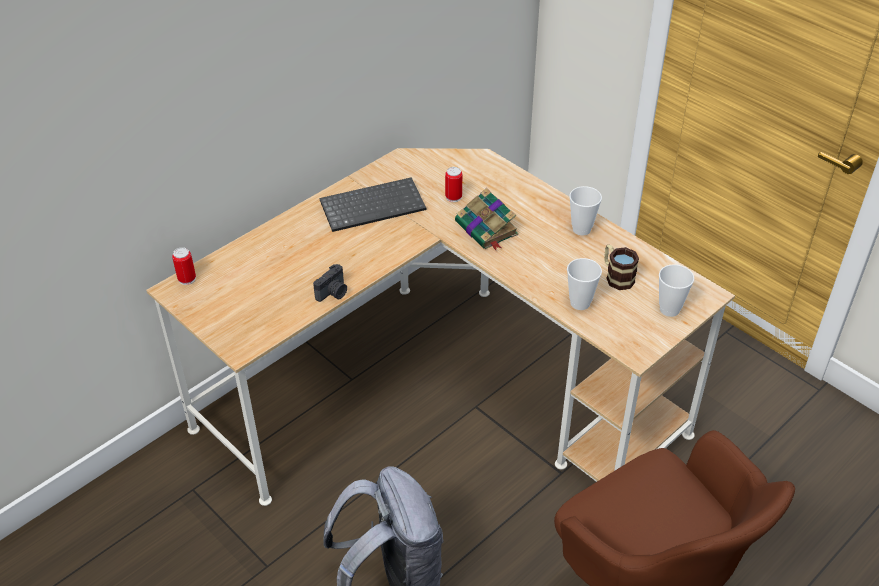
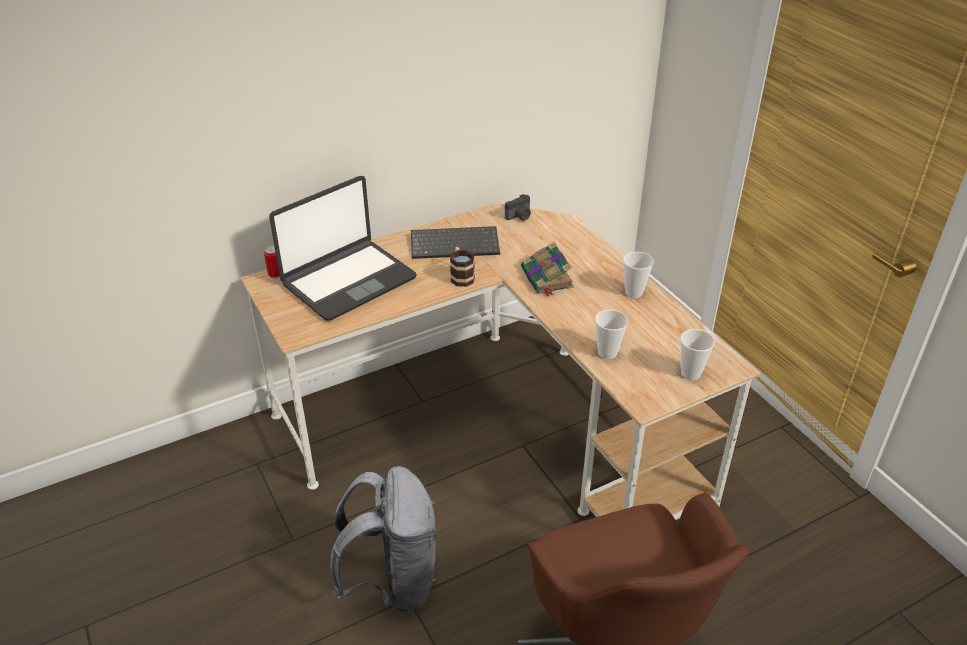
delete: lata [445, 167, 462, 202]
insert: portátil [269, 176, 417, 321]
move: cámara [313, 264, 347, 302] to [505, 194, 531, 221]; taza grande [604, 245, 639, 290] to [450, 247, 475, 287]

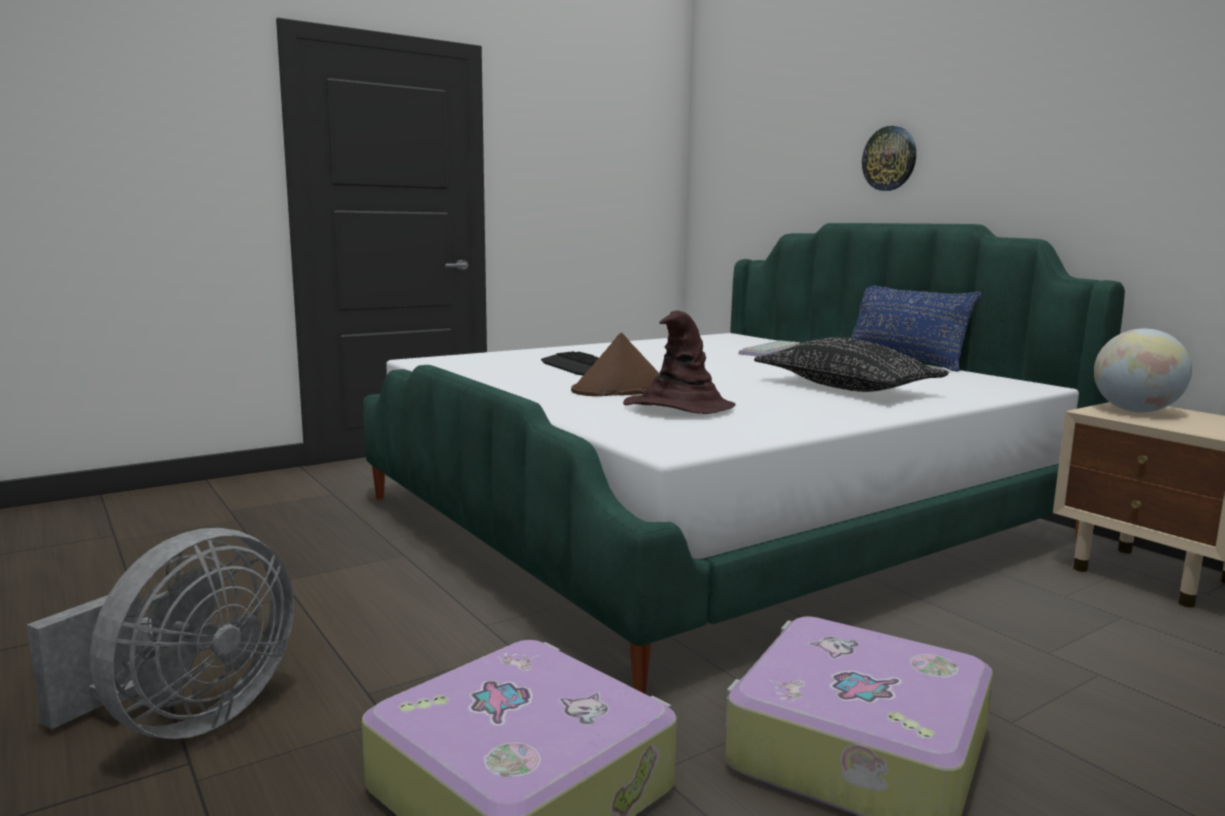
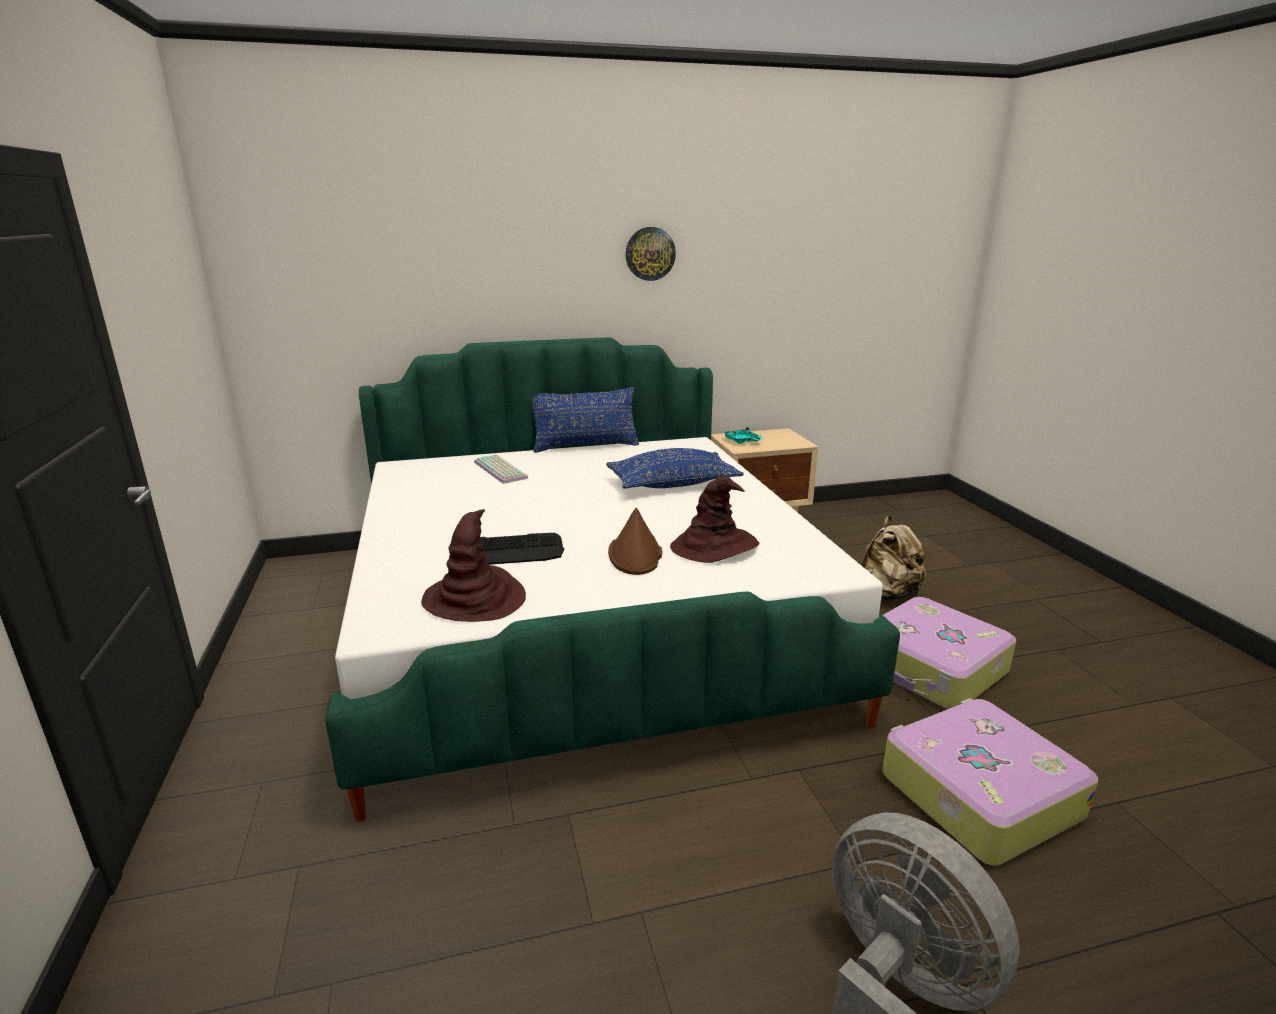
insert: sombrero (marrón) [421, 509, 526, 622]; mochila (beis) [861, 516, 927, 600]
move: reloj de pared [862, 126, 916, 191] to [626, 227, 676, 281]
replace: globo terráqueo [1094, 329, 1192, 413] to bandeja (turquesa) [723, 427, 763, 444]
recolor: cojín (negro) [754, 338, 949, 392] to cojín (azul) [606, 448, 744, 488]

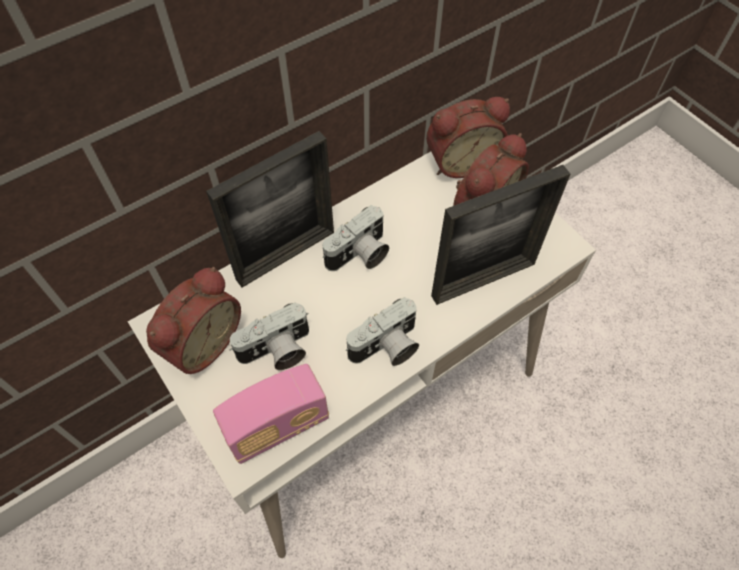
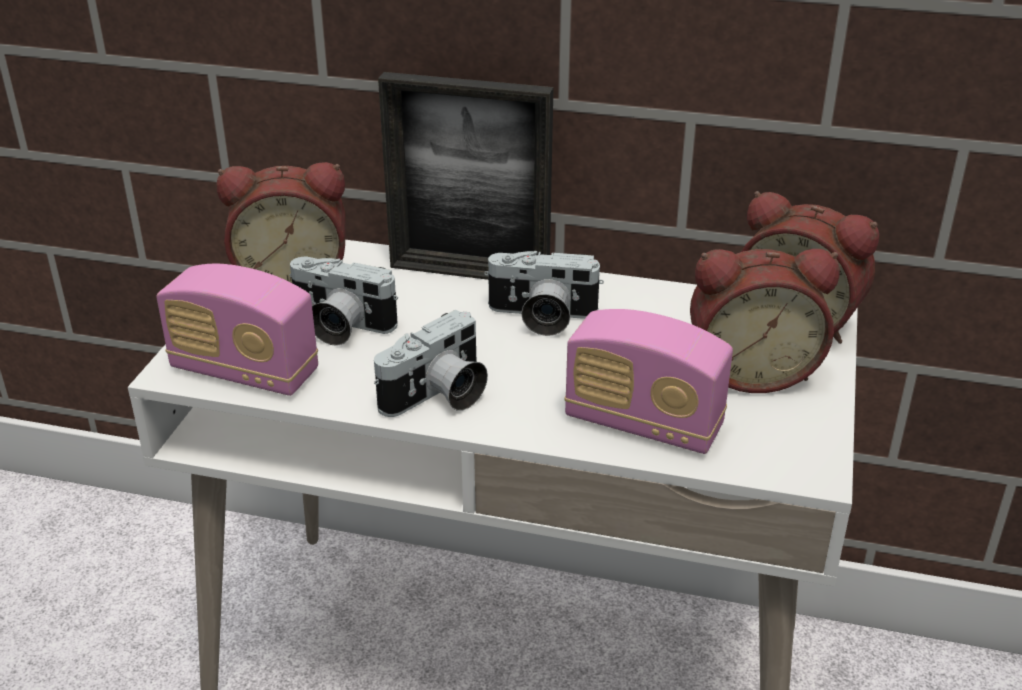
replace: portarretratos [431, 165, 570, 305] to radio [564, 309, 733, 454]
rotate: cámara [346, 297, 419, 366] = [374, 310, 488, 417] 60 degrees counterclockwise

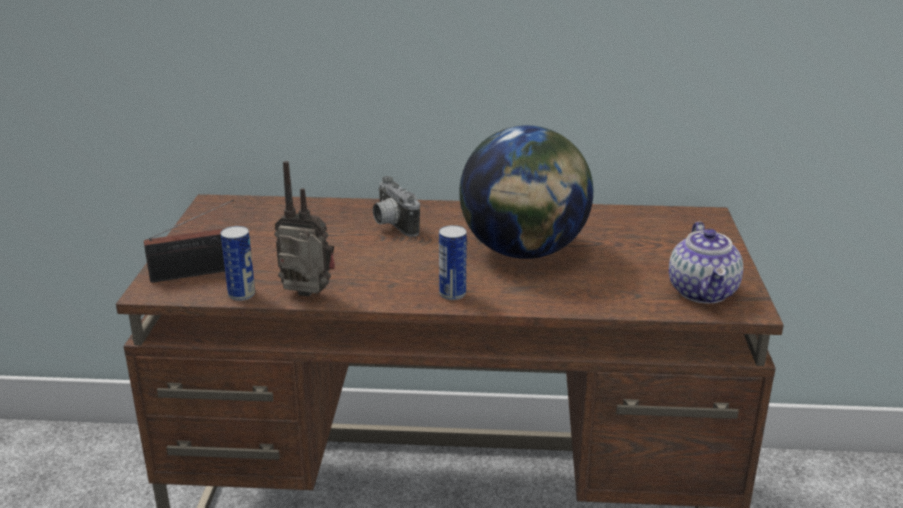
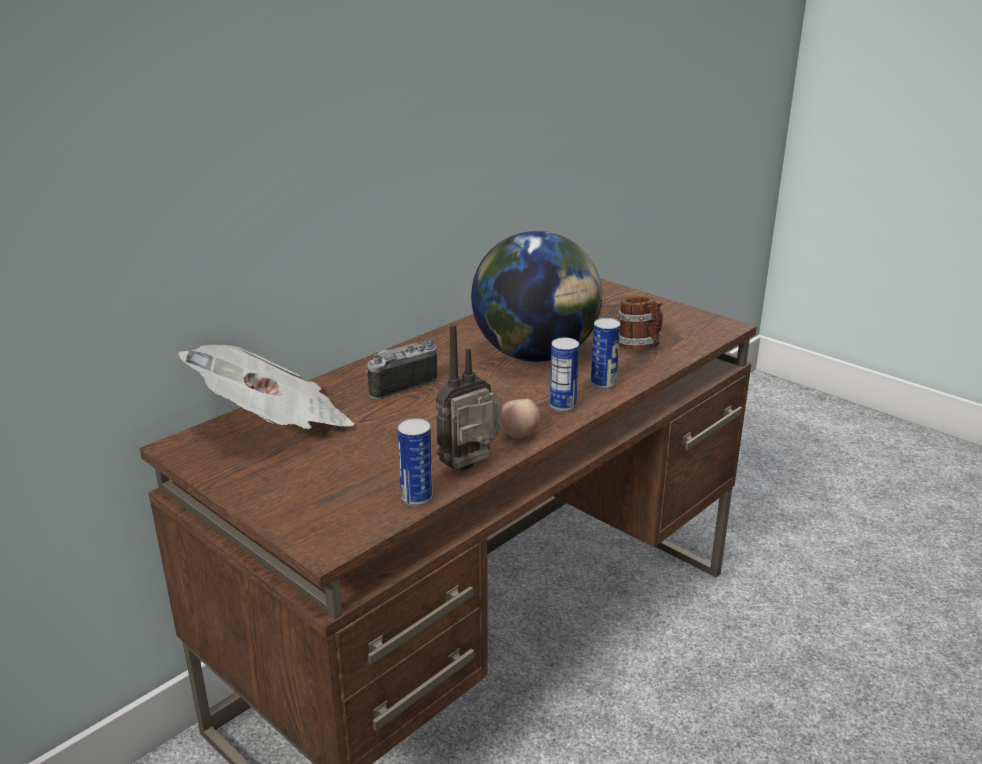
delete: radio [144, 200, 234, 283]; tetera [669, 222, 743, 303]
insert: periódico [178, 345, 355, 429]; manzana [501, 399, 540, 439]; lata [591, 318, 620, 390]; taza grande [618, 296, 663, 350]
rotate: cámara [373, 176, 420, 237] = [365, 339, 437, 400] 135 degrees clockwise

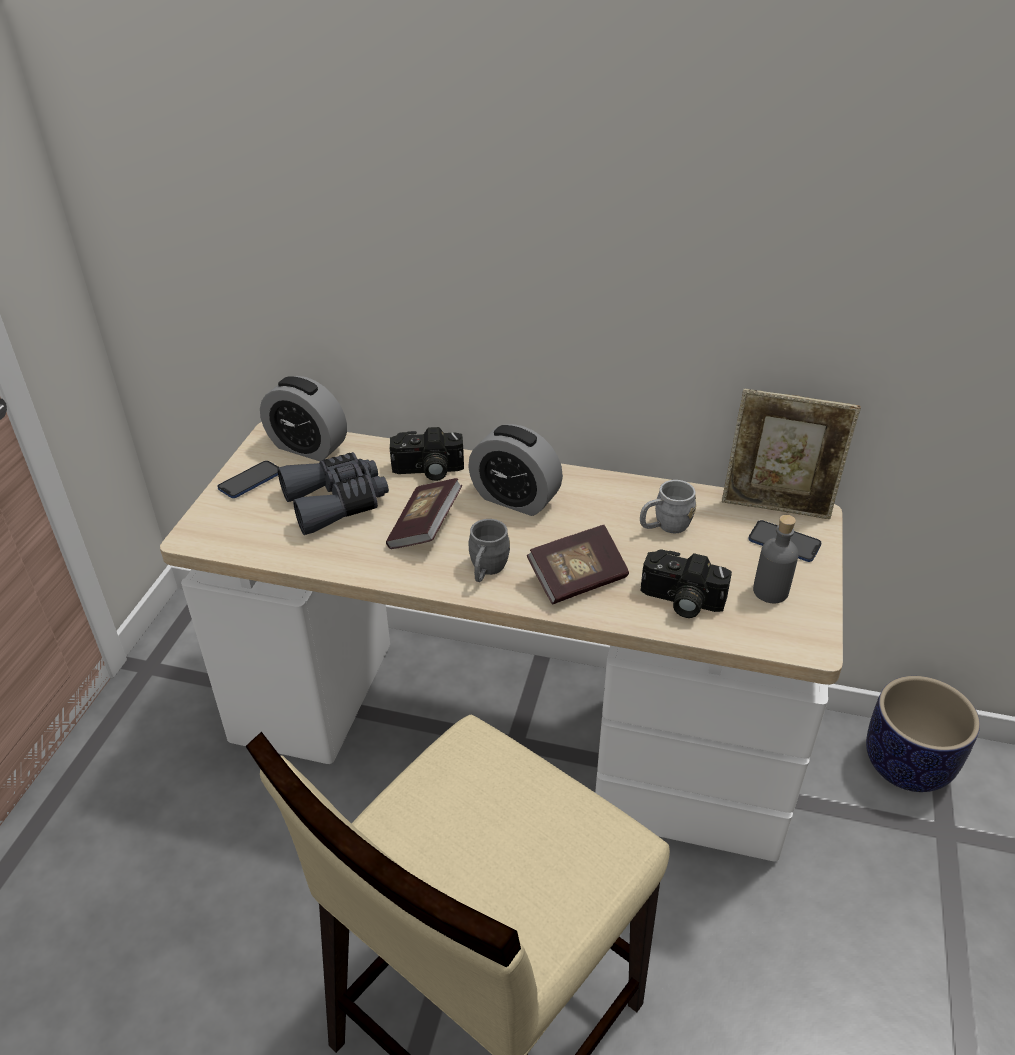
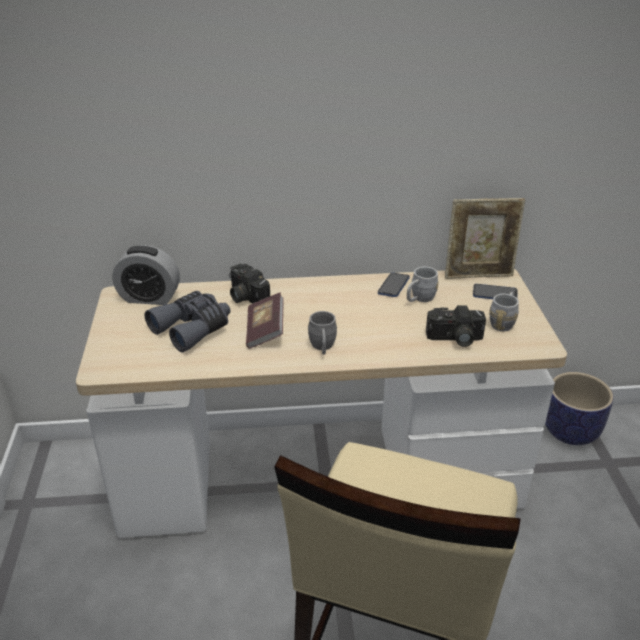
delete: despertador [468, 424, 563, 516]; libro [527, 525, 629, 604]
move: móvil [217, 461, 279, 498] to [378, 273, 410, 297]
replace: botella (gris) [753, 515, 799, 603] to taza grande (gris) [489, 292, 519, 331]
rotate: cámara [389, 427, 464, 481] = [229, 264, 270, 304] 75 degrees clockwise

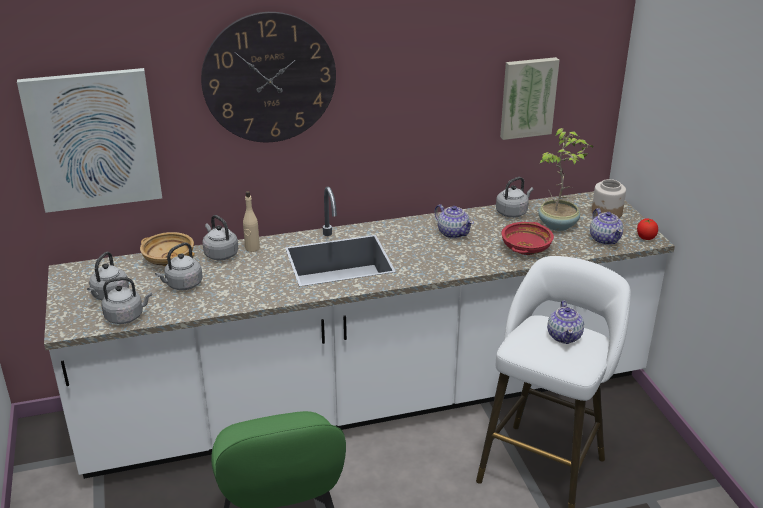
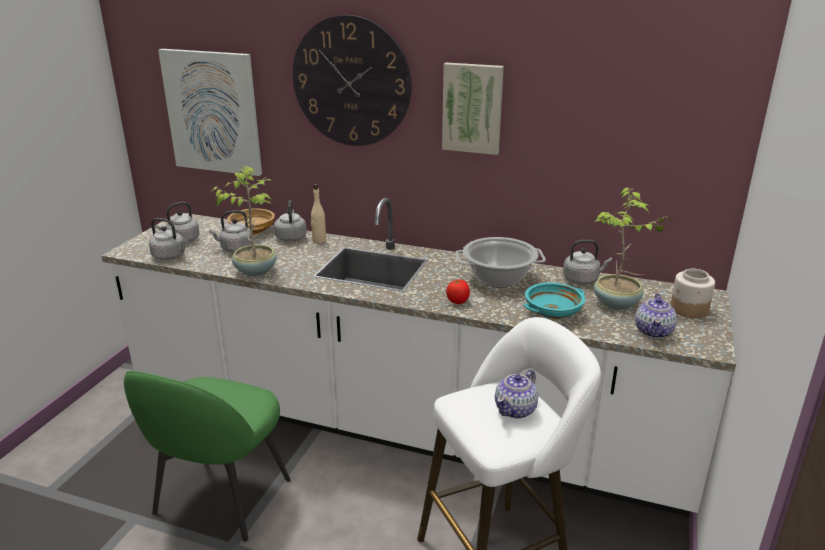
insert: planta en maceta [212, 166, 277, 276]
move: cuadro [500, 57, 560, 140] to [442, 62, 504, 155]; tomate [637, 218, 658, 240] to [446, 279, 470, 304]
replace: tetera [434, 204, 474, 239] to olla [455, 237, 546, 288]
recolor: cuenco (rojo) [501, 222, 554, 255] to cuenco (turquesa) [524, 282, 585, 319]

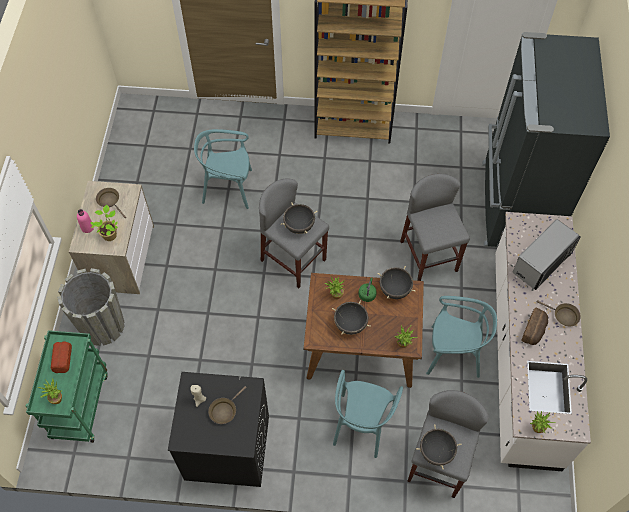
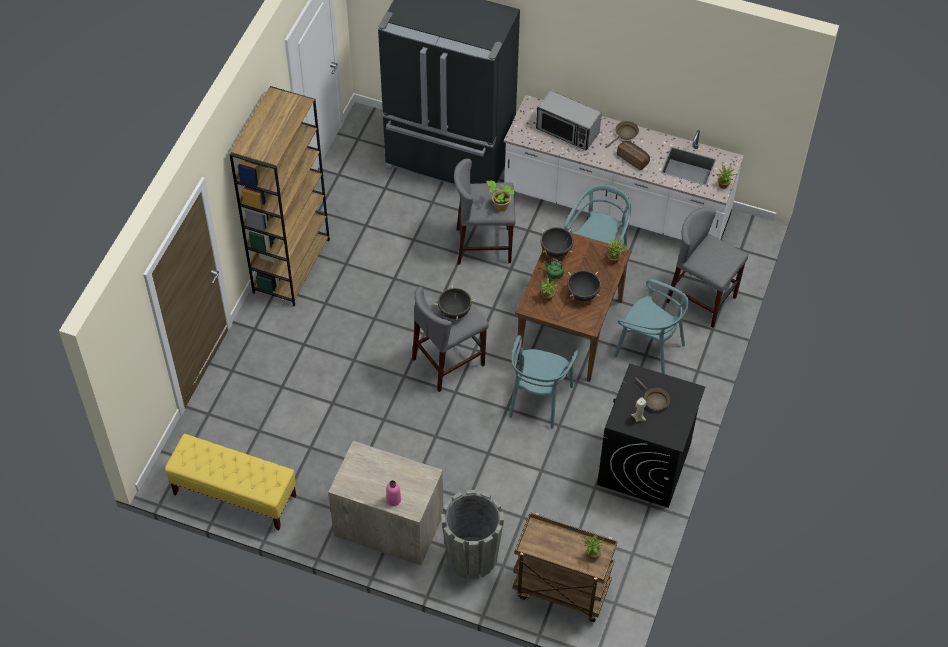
delete: pan [51, 342, 72, 373]; sartén (marrón) [96, 188, 126, 218]; olla (negro) [416, 424, 462, 469]
insert: banco (amarillo) [165, 434, 296, 530]
move: planta en maceta [90, 205, 118, 241] to [486, 181, 516, 211]; silla (turquesa) [194, 129, 252, 209] to [509, 335, 579, 429]
recolor: carrito (verde) [26, 330, 107, 443] to carrito (marrón) [513, 512, 618, 622]
rotate: microondas [513, 219, 581, 290] = [536, 90, 602, 150] 150 degrees clockwise

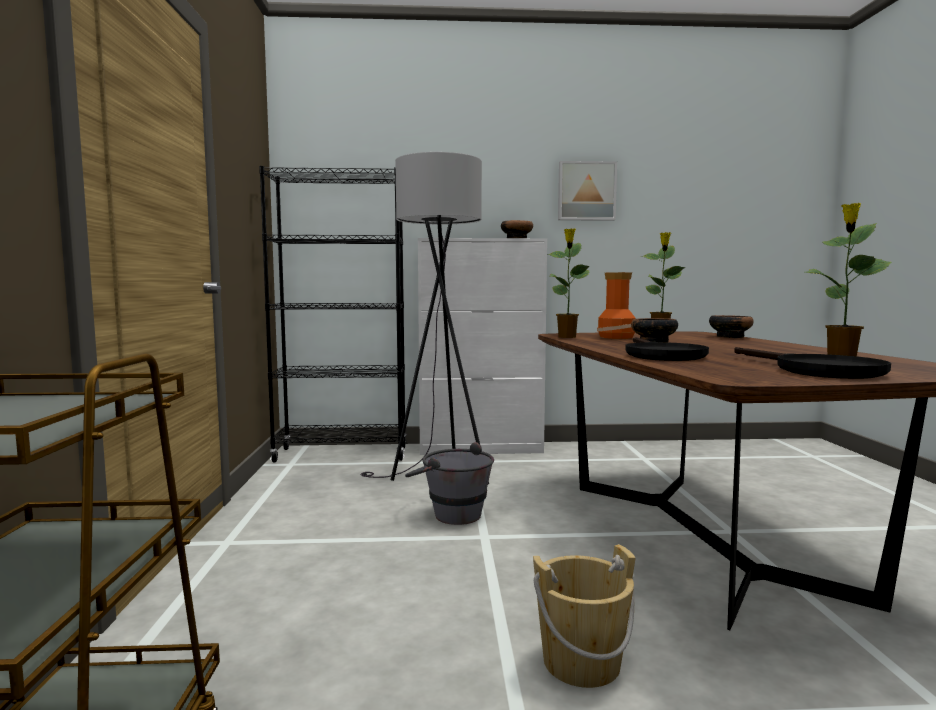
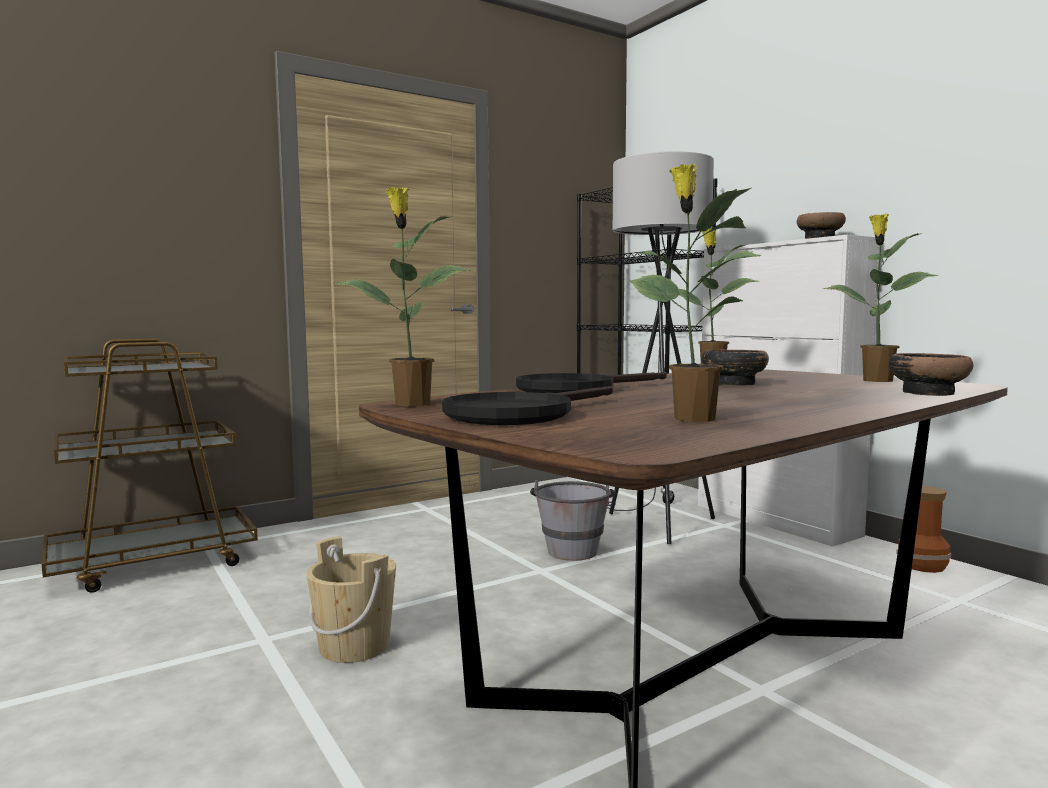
delete: cuadro [558, 161, 617, 221]
insert: planta en maceta [335, 187, 471, 407]
move: florero [597, 272, 636, 339] to [896, 486, 951, 573]

